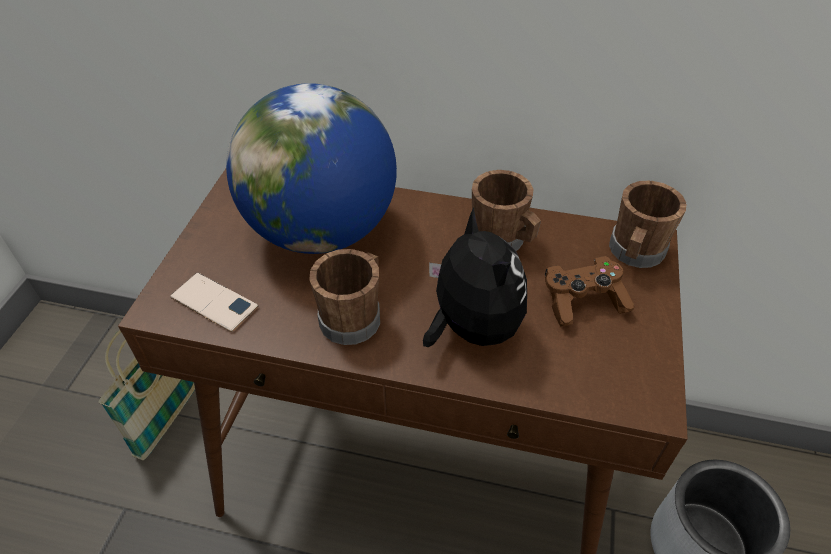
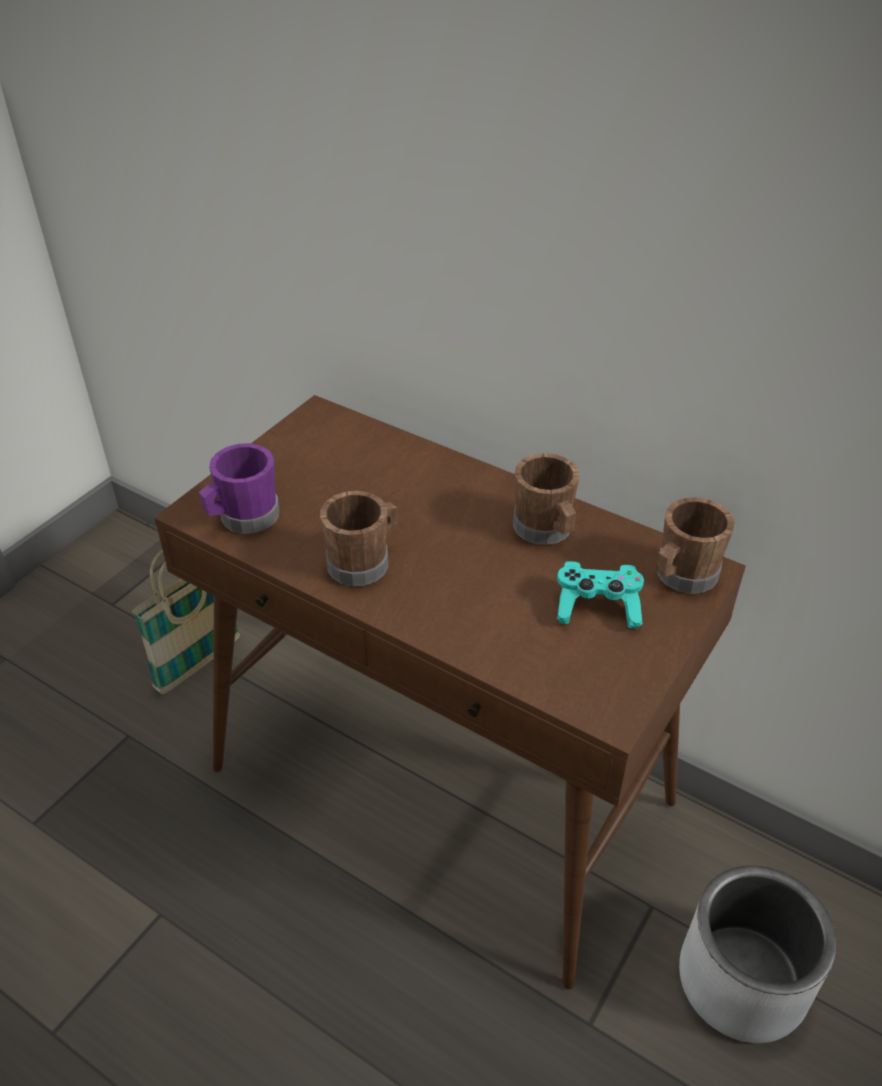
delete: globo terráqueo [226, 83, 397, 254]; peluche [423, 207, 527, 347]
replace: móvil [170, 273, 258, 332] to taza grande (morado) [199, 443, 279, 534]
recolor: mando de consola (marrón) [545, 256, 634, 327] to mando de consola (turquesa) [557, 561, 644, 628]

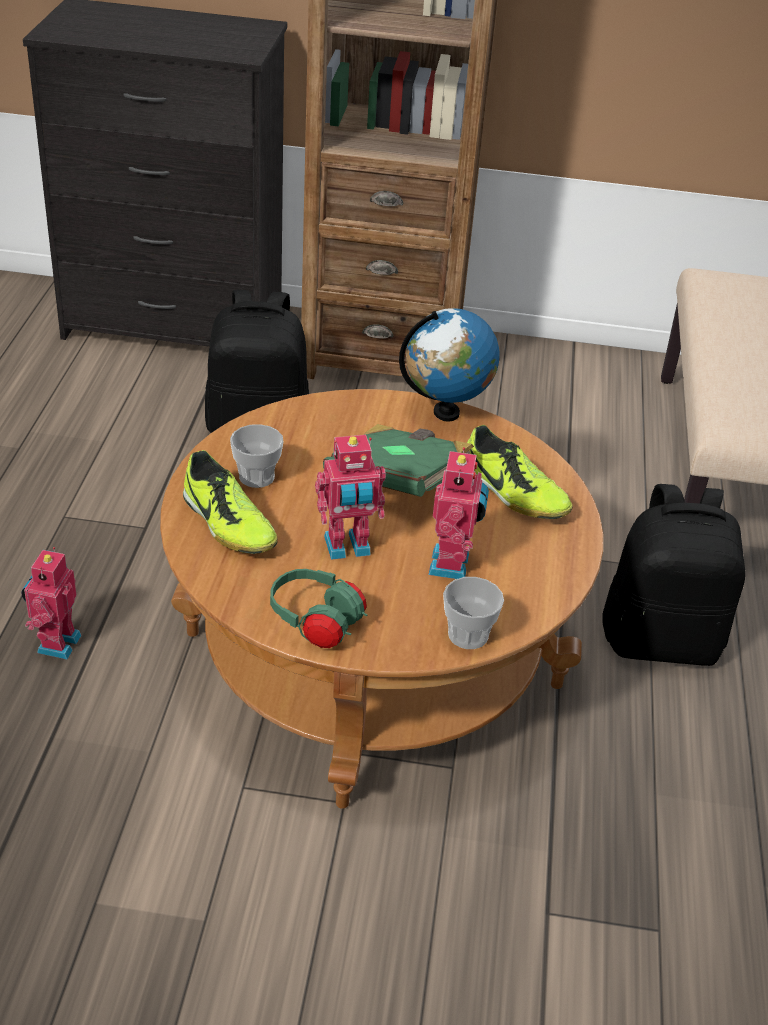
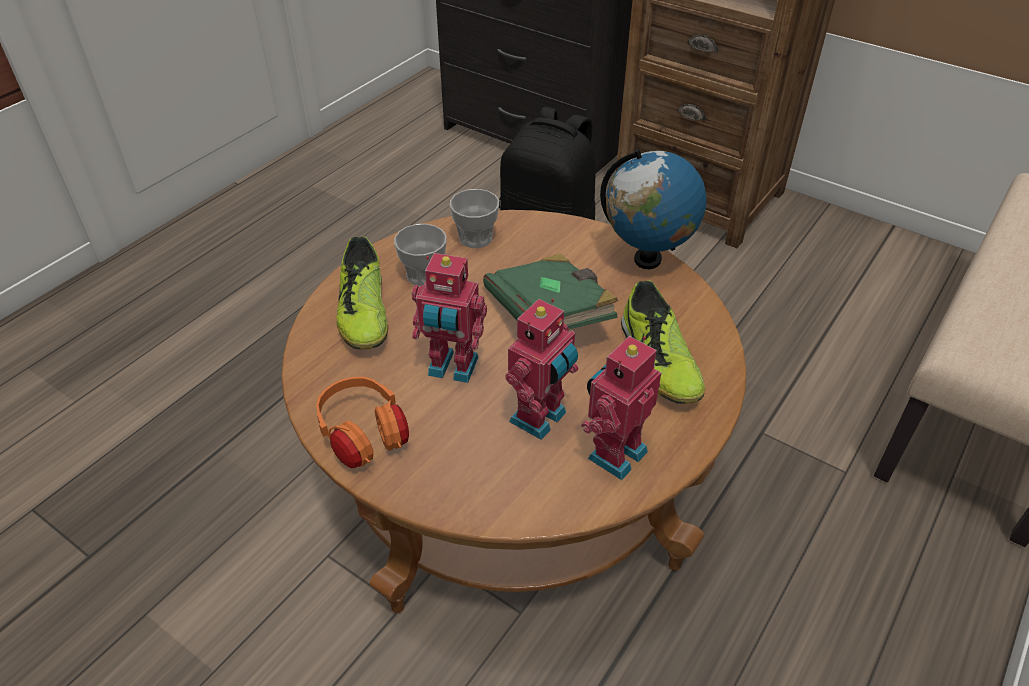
delete: mochila (negro) [602, 484, 746, 666]
move: robot de juguete [21, 547, 82, 659] to [581, 336, 661, 480]; taza [443, 577, 504, 649] to [450, 189, 499, 248]
recolor: auriculares (verde) [270, 569, 368, 648] to auriculares (naranja) [316, 377, 409, 468]

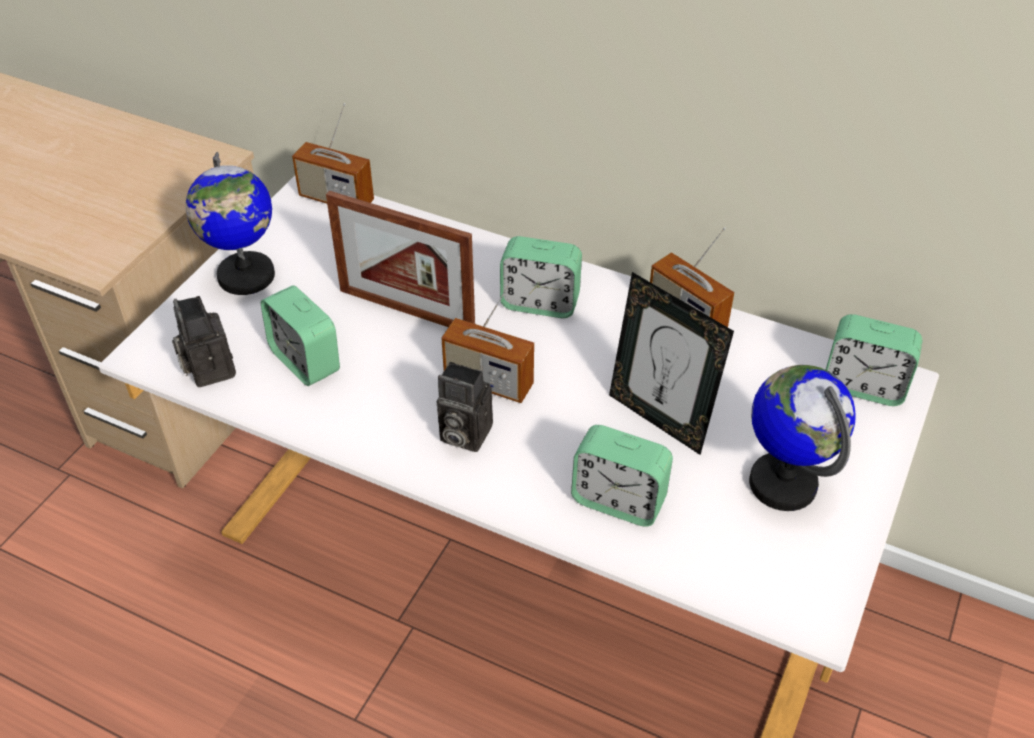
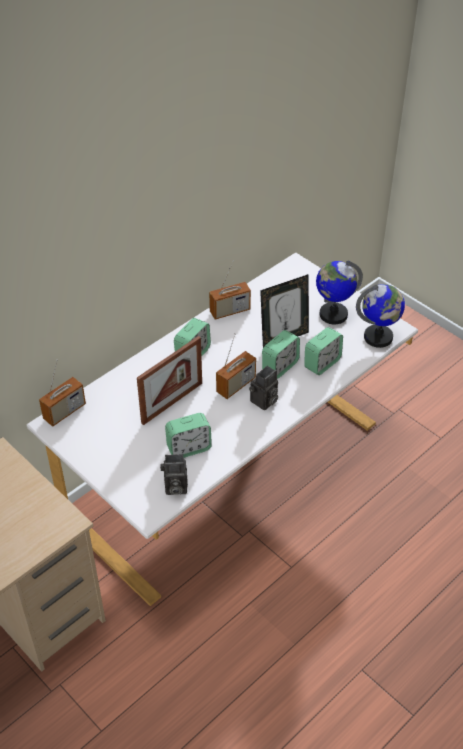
move: globo terráqueo [186, 152, 275, 295] to [356, 284, 405, 348]; despertador [826, 314, 922, 406] to [262, 330, 300, 379]

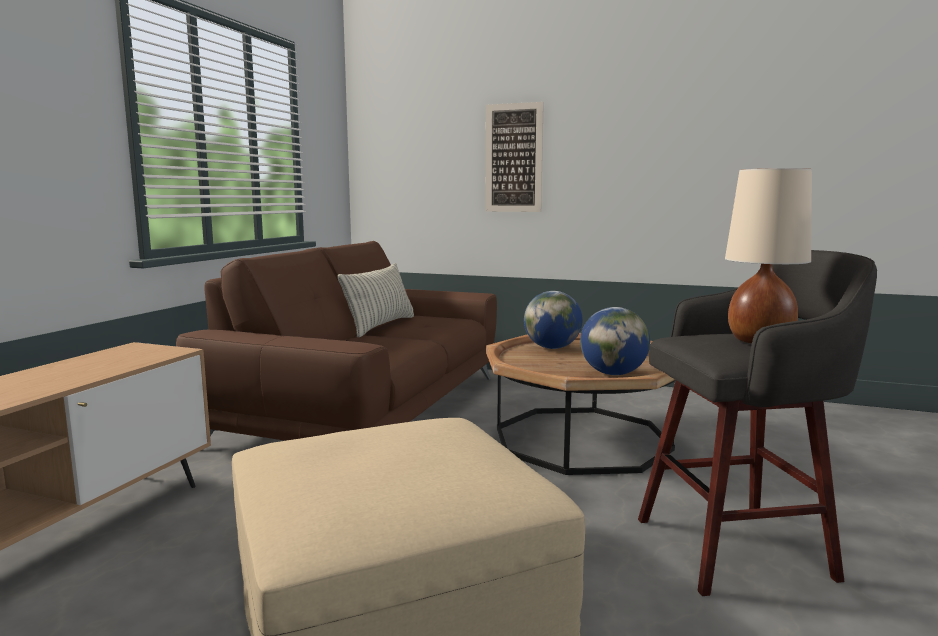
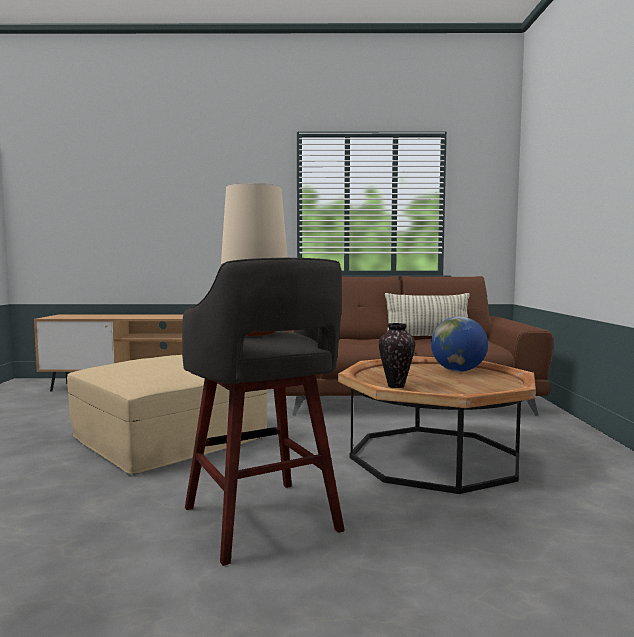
delete: cuadro [485, 102, 544, 212]
replace: globo terráqueo [580, 307, 650, 375] to florero [379, 323, 415, 388]

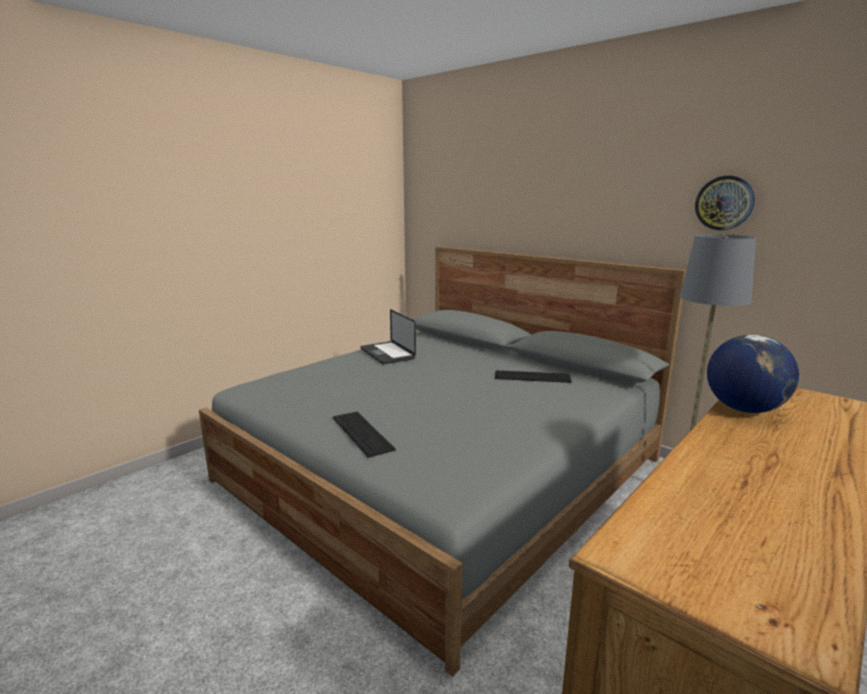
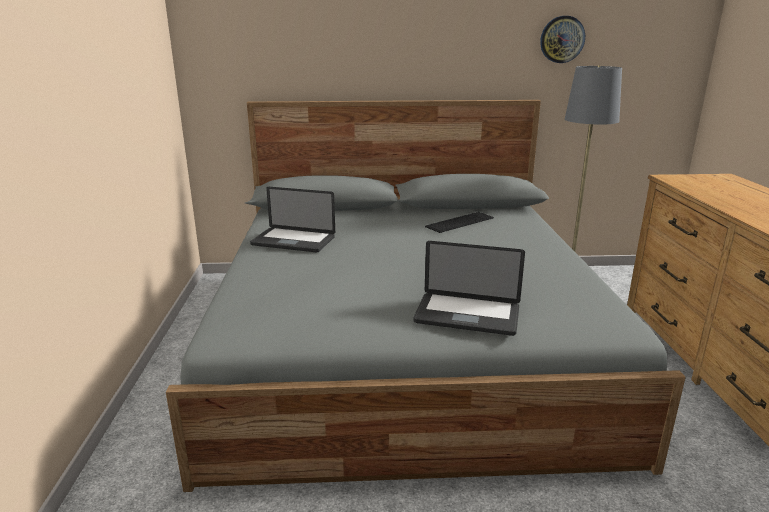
delete: globo terráqueo [707, 335, 799, 413]
replace: teclado [333, 412, 396, 458] to portátil [413, 241, 525, 336]

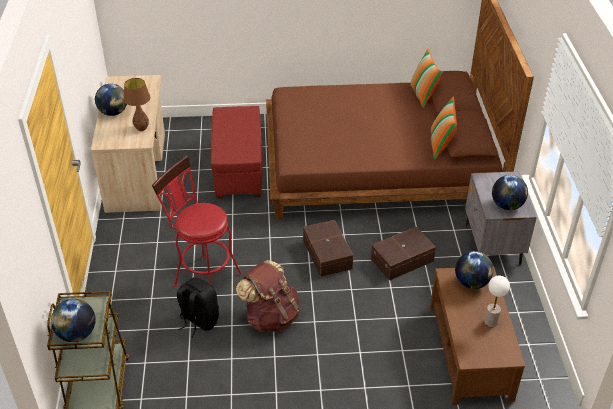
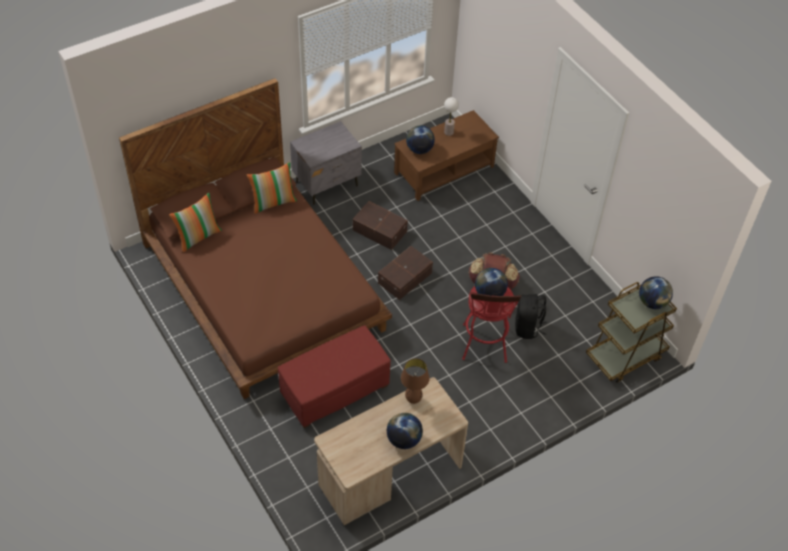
move: globo terráqueo [492, 175, 528, 210] to [475, 268, 508, 296]

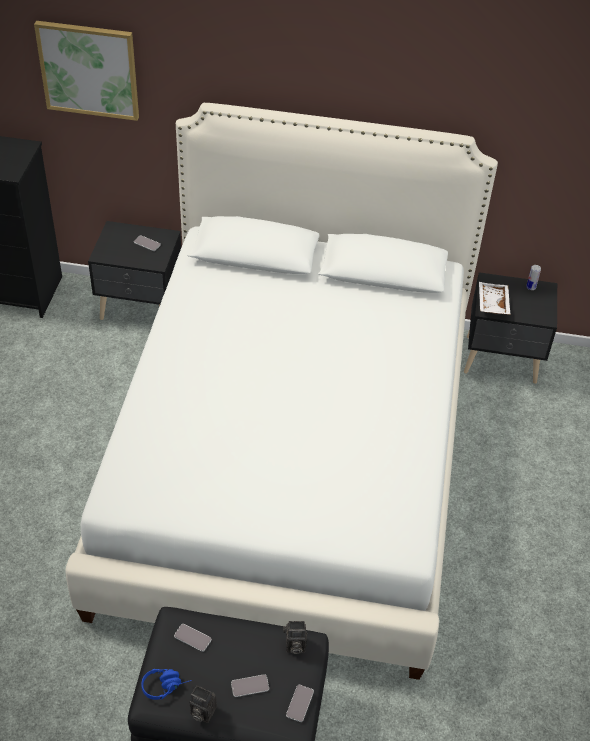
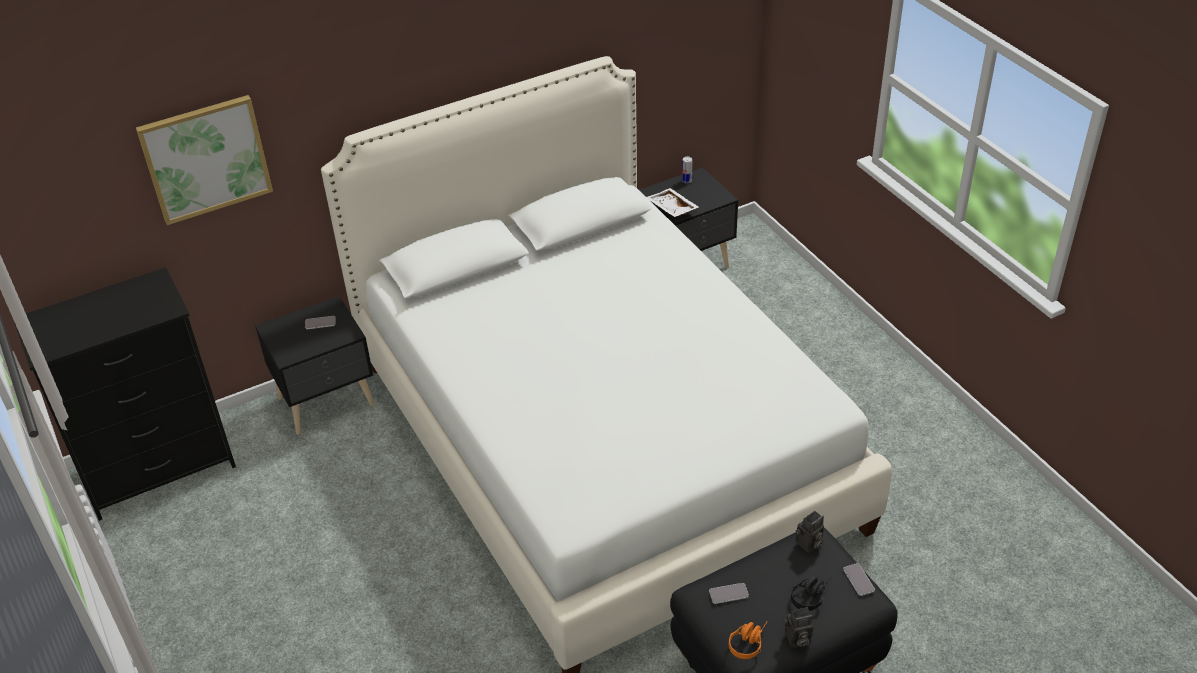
replace: móvil [231, 674, 269, 697] to auriculares (negro) [791, 576, 831, 611]
recolor: auriculares (azul) [141, 669, 192, 700] to auriculares (naranja) [729, 621, 768, 659]

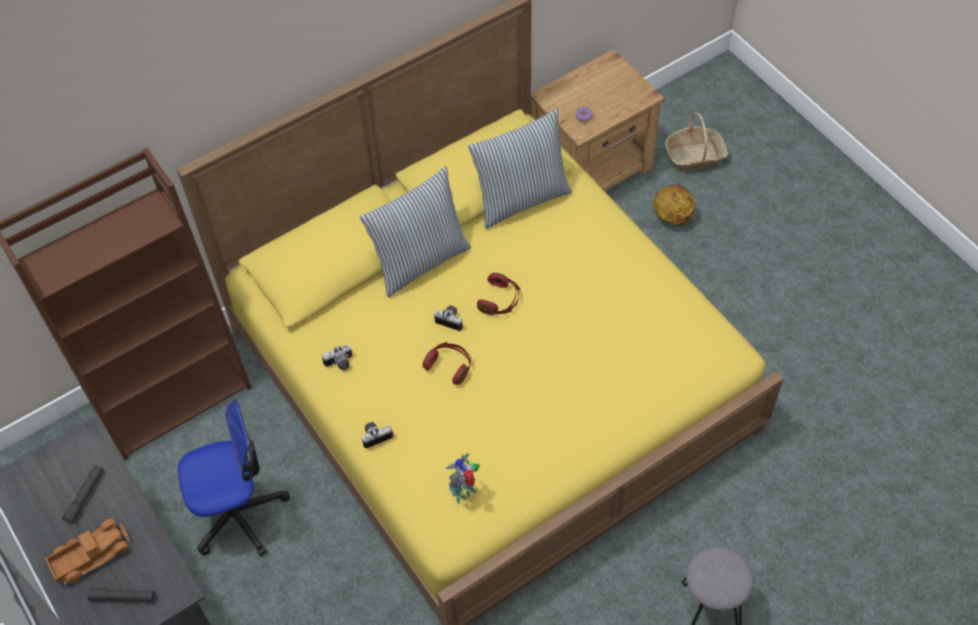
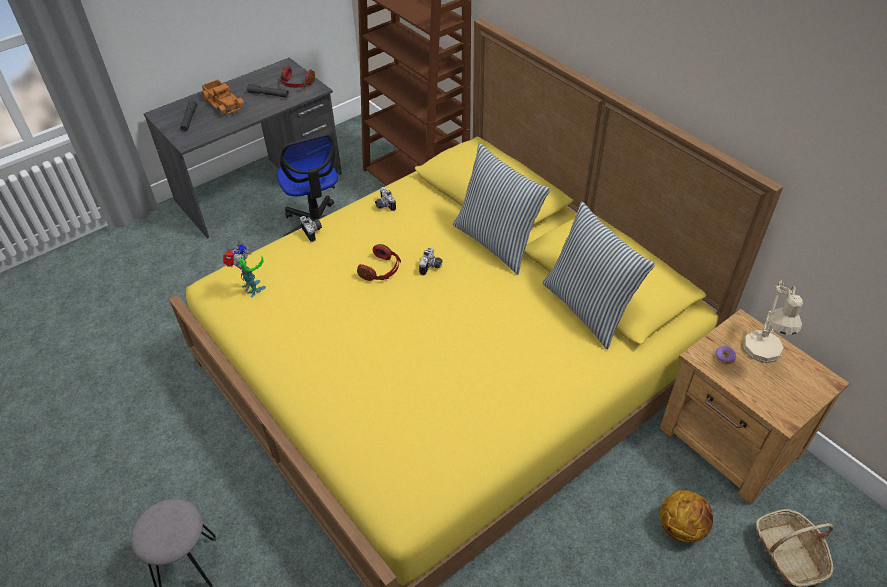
insert: lámpara de mesa (beis) [743, 280, 803, 363]
move: auriculares (rojo) [477, 273, 520, 315] to [281, 66, 315, 88]

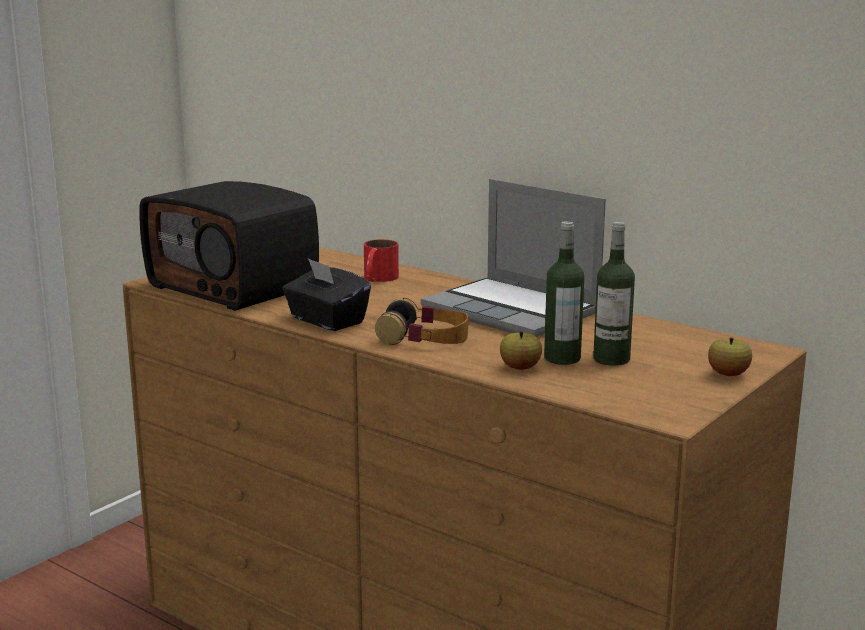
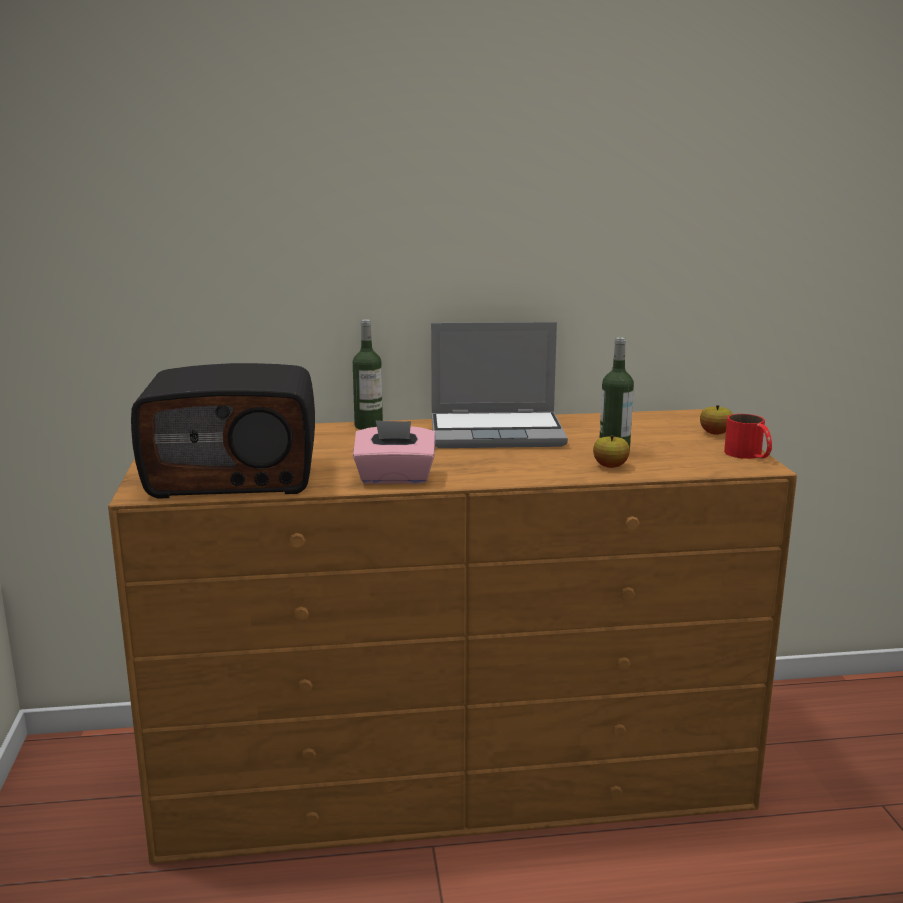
delete: auriculares [375, 298, 469, 345]
move: taza grande (rojo) [364, 239, 399, 282] to [724, 414, 772, 459]; botella [593, 222, 635, 366] to [353, 320, 383, 430]
recolor: caja de pañuelos (negro) [282, 258, 371, 331] to caja de pañuelos (rosa) [353, 420, 436, 484]

